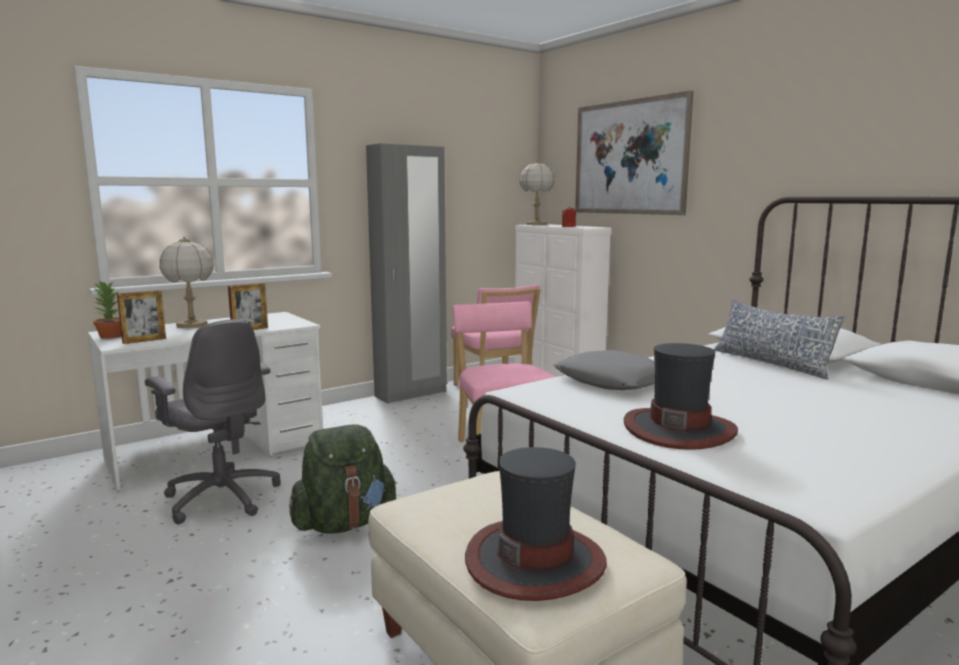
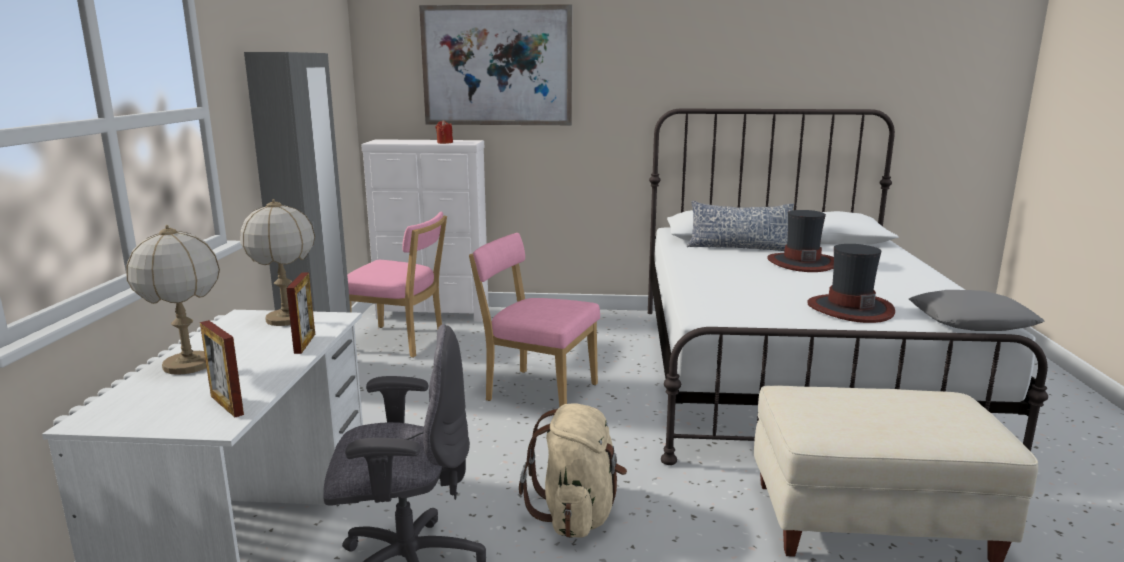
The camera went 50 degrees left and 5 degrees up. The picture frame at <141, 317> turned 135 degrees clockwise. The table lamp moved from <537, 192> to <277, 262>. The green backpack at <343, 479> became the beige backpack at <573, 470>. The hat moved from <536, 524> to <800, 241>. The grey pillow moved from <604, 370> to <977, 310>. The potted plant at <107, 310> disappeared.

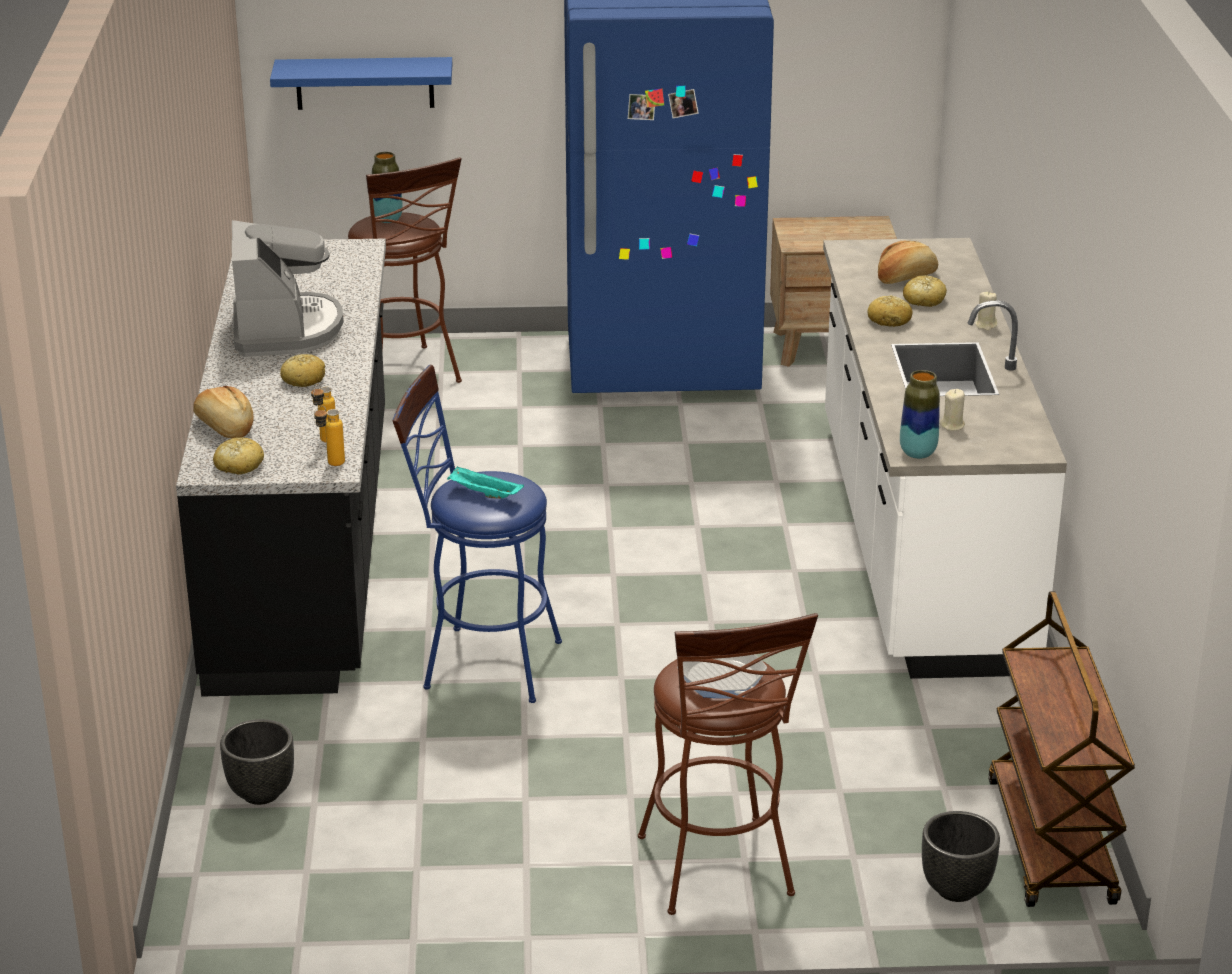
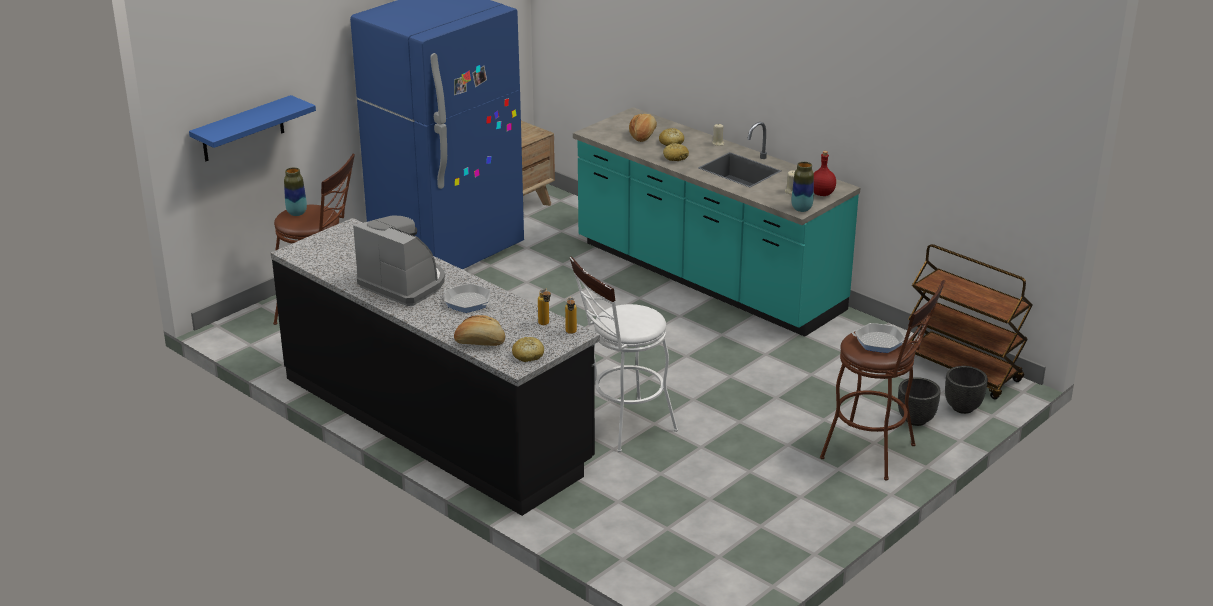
The camera went 45 degrees left and 0 degrees up. The bread at <302, 370> was replaced by the frying pan at <468, 298>. The blue stool at <477, 534> became the white stool at <624, 354>. The white counter at <945, 458> became the turquoise counter at <716, 222>. The red bottle at <825, 173> appeared. The black planter moved from <257, 762> to <919, 401>. The turquoise tray at <485, 482> disappeared.

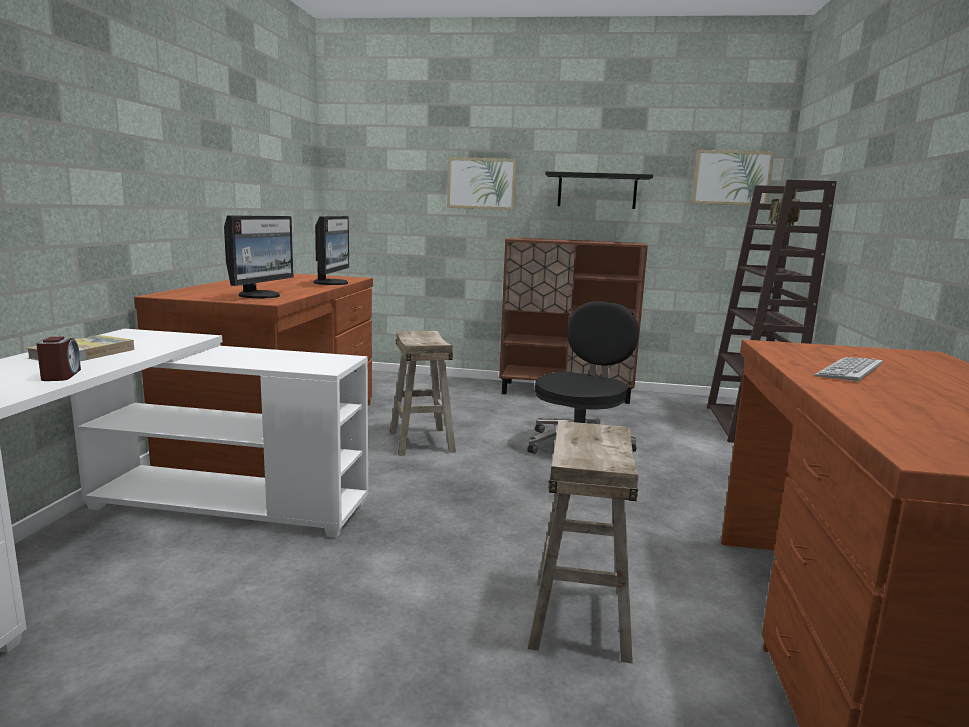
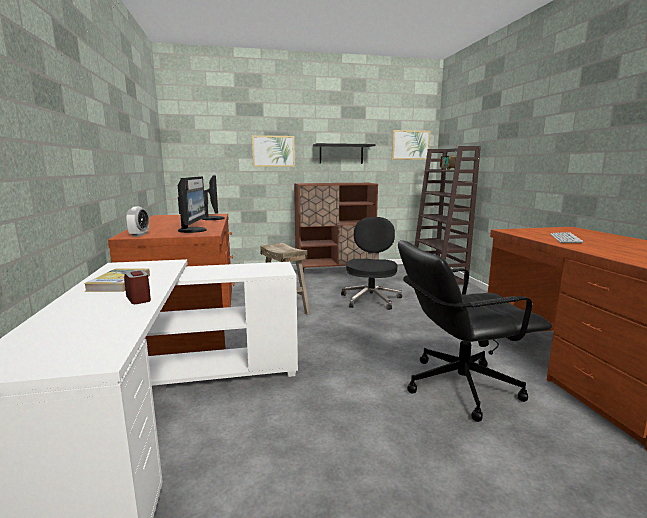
The camera went 20 degrees left and 0 degrees up. The alarm clock at <137, 221> appeared. The beige stool at <583, 542> was replaced by the black office chair at <475, 331>.

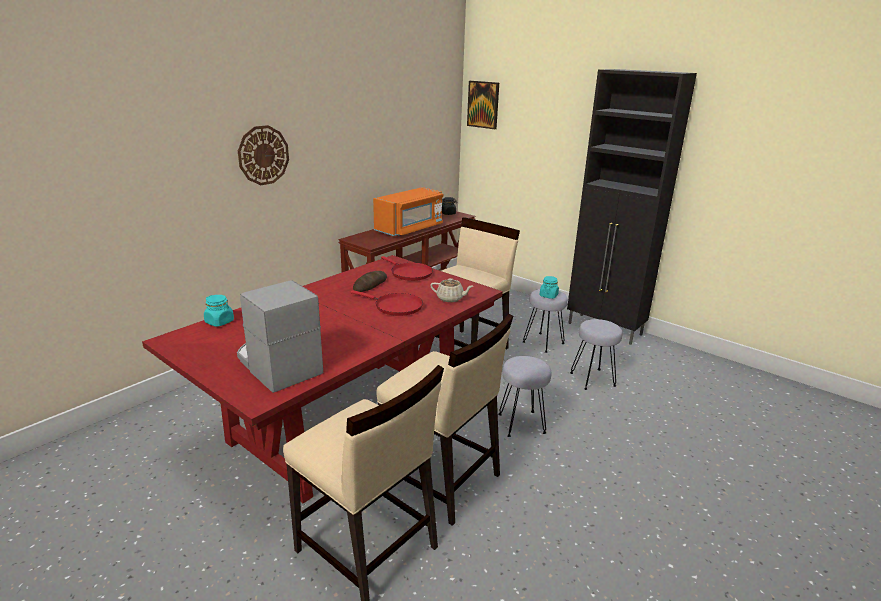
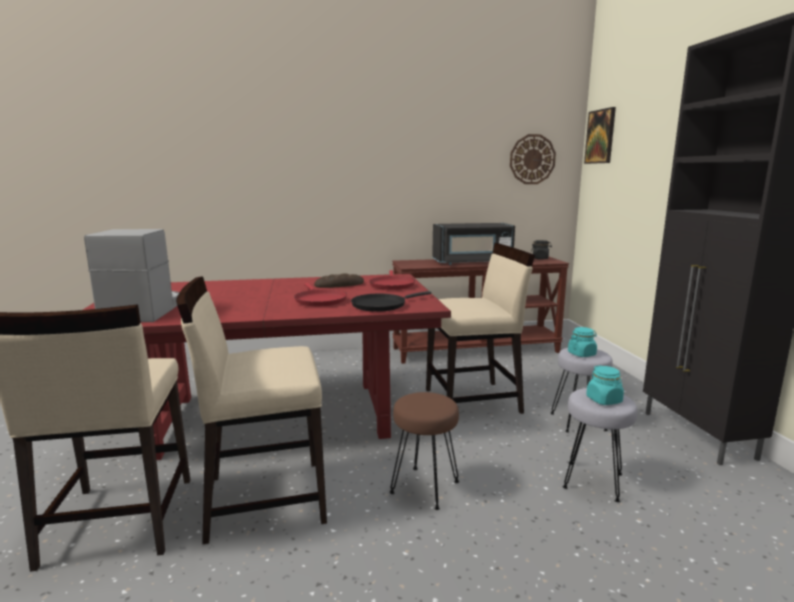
The camera went 40 degrees right and 10 degrees down. The beige chair at <444, 420> turned 90 degrees clockwise. The beige teapot at <451, 290> was replaced by the black frying pan at <391, 301>. The grey stool at <524, 396> became the brown stool at <424, 451>. The orange microwave at <408, 211> became the black microwave at <473, 244>. The wall clock moved from <263, 155> to <533, 159>. The turquoise jar moved from <219, 311> to <605, 385>.

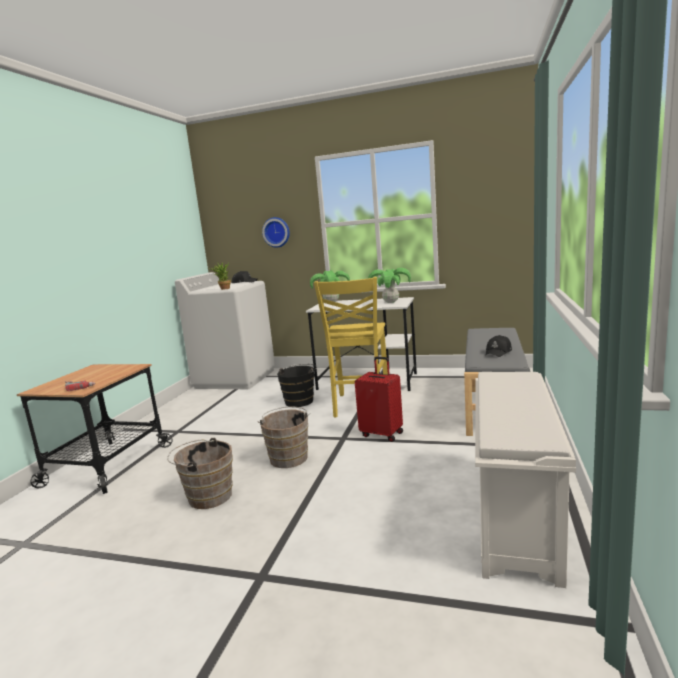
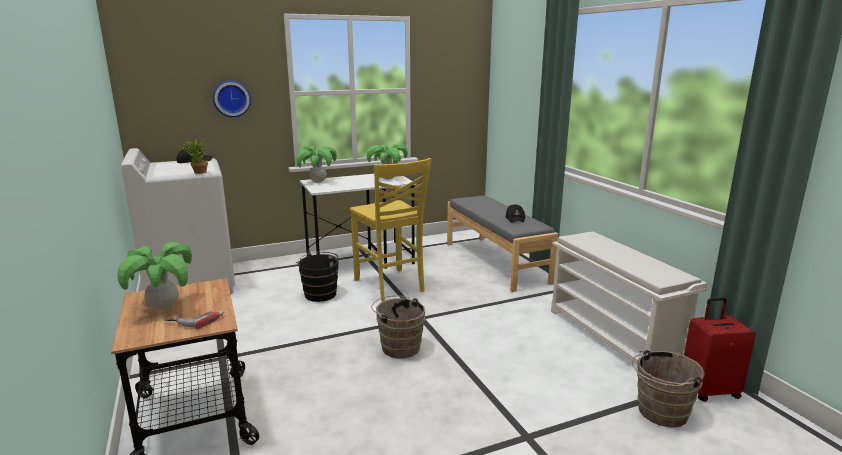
The camera went 40 degrees left and 5 degrees up. The potted plant at <154, 276> appeared. The brown bucket moved from <200, 473> to <668, 389>. The red suitcase moved from <379, 399> to <720, 349>.

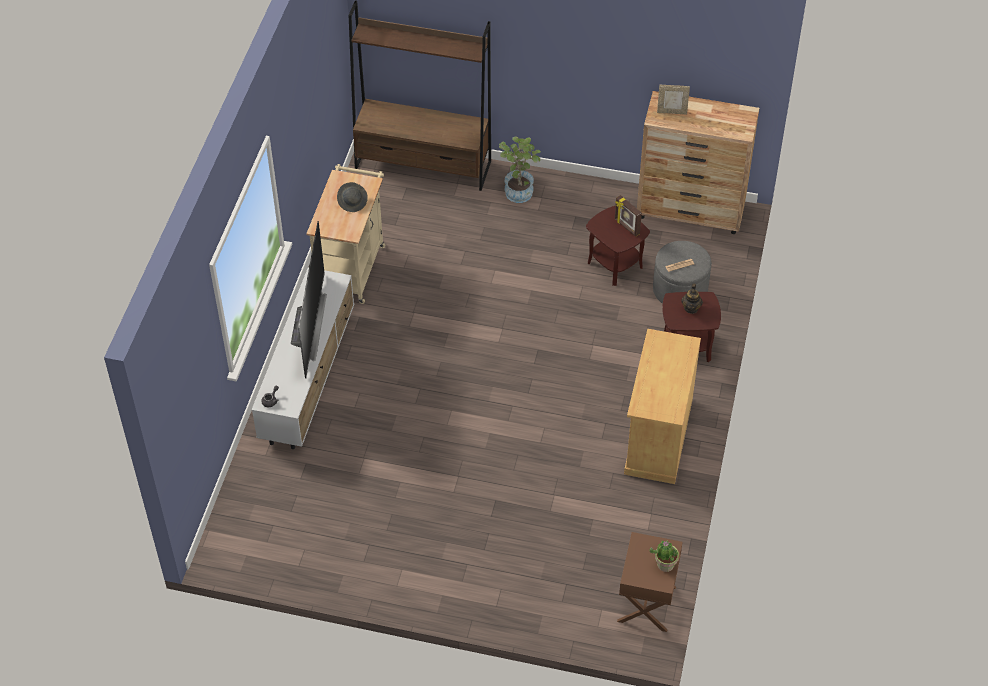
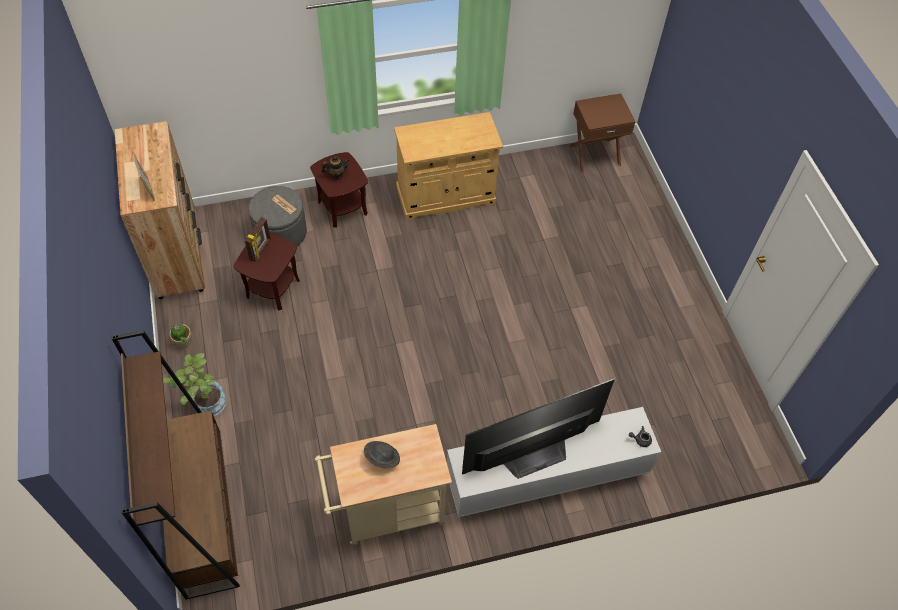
The camera went 120 degrees left and 5 degrees up. The potted plant moved from <664, 556> to <180, 336>.

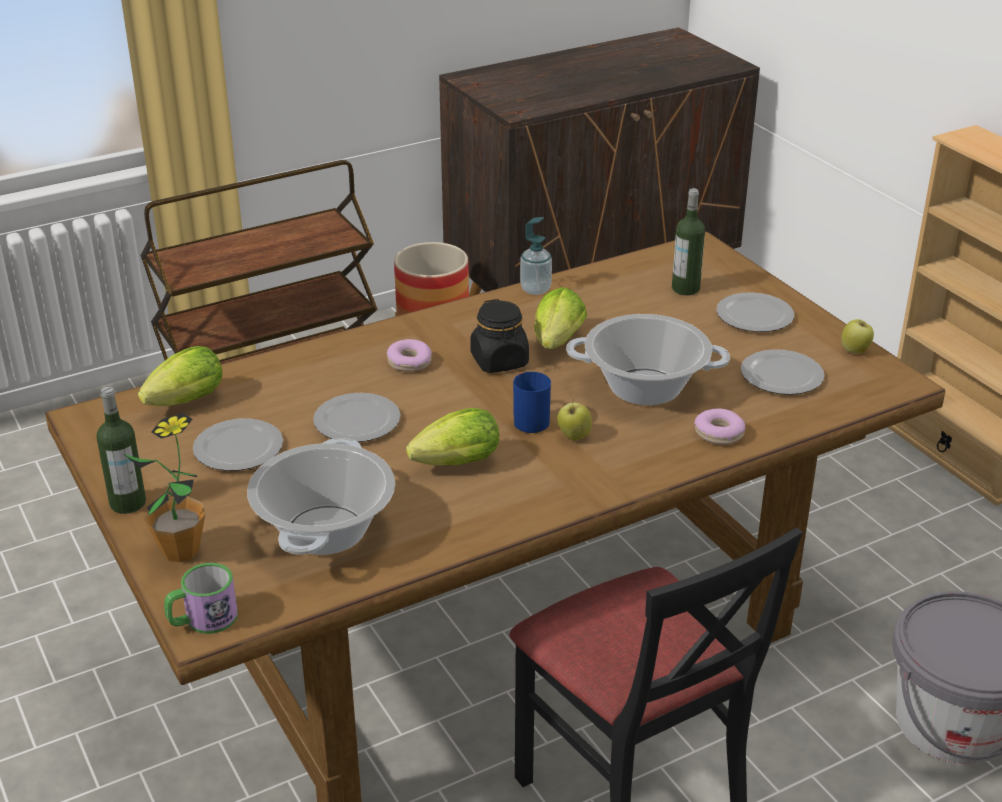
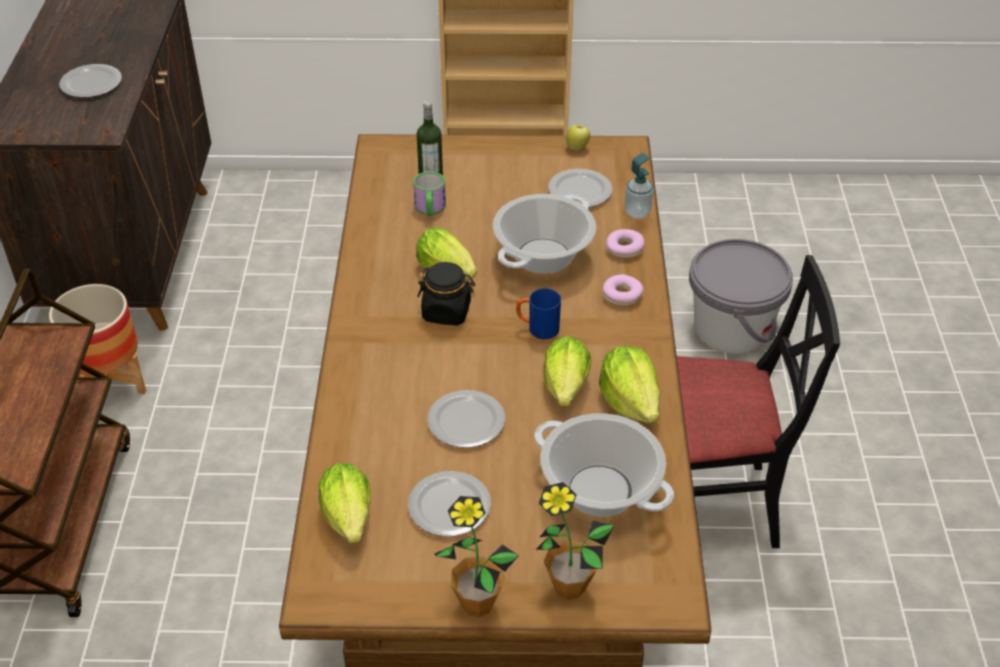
The camera went 60 degrees left and 10 degrees up. The plate moved from <755, 312> to <90, 81>. The mug moved from <201, 598> to <429, 193>. The bottle at <121, 450> was replaced by the potted plant at <476, 556>. The lettuce at <629, 384> appeared. The donut moved from <409, 355> to <623, 290>. The soap dispenser moved from <536, 256> to <638, 186>. The apple at <574, 420> disappeared.

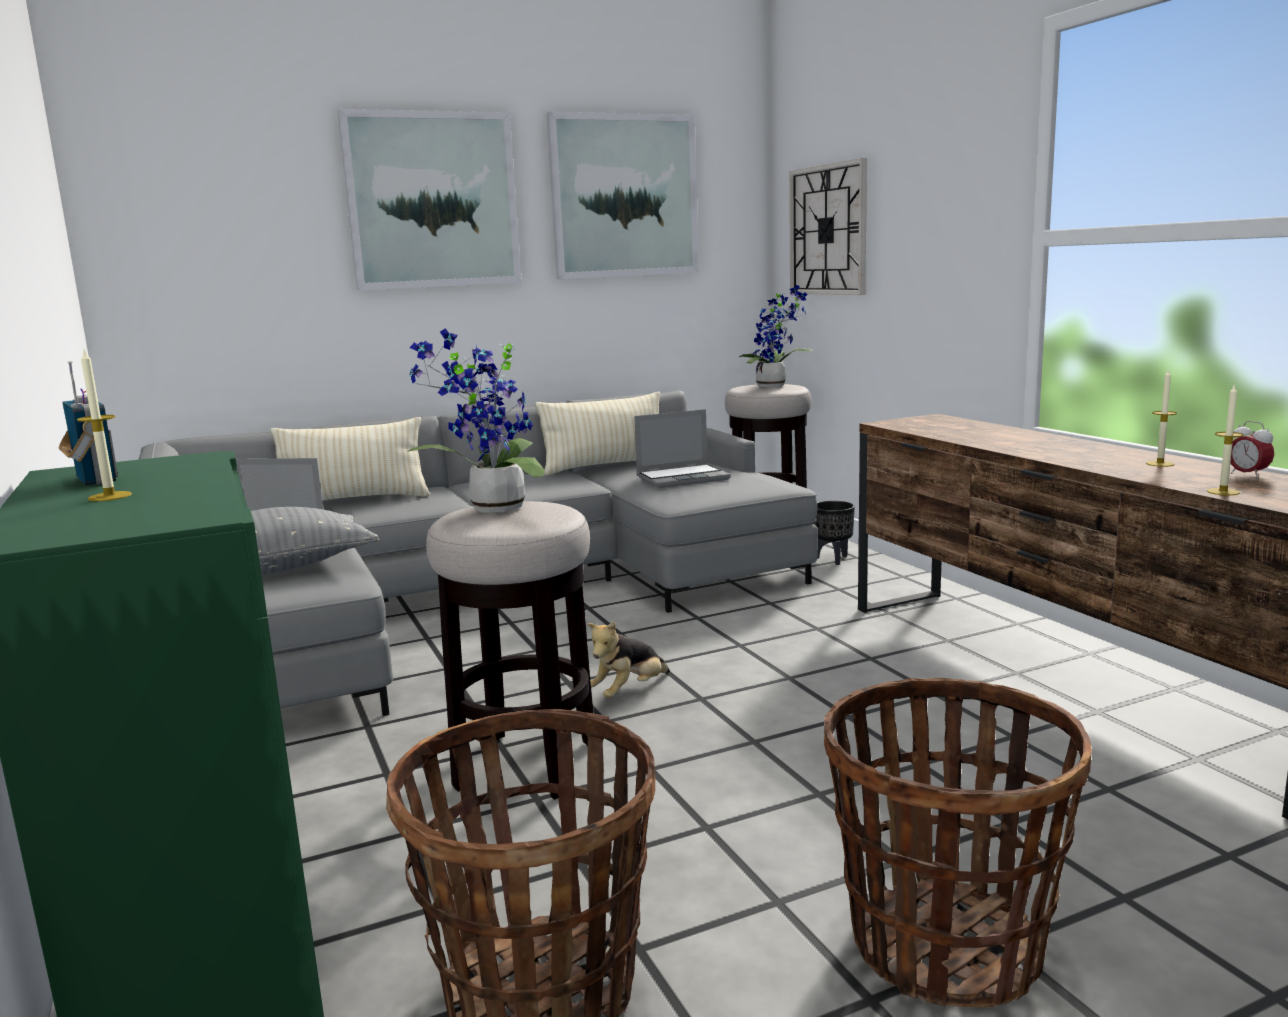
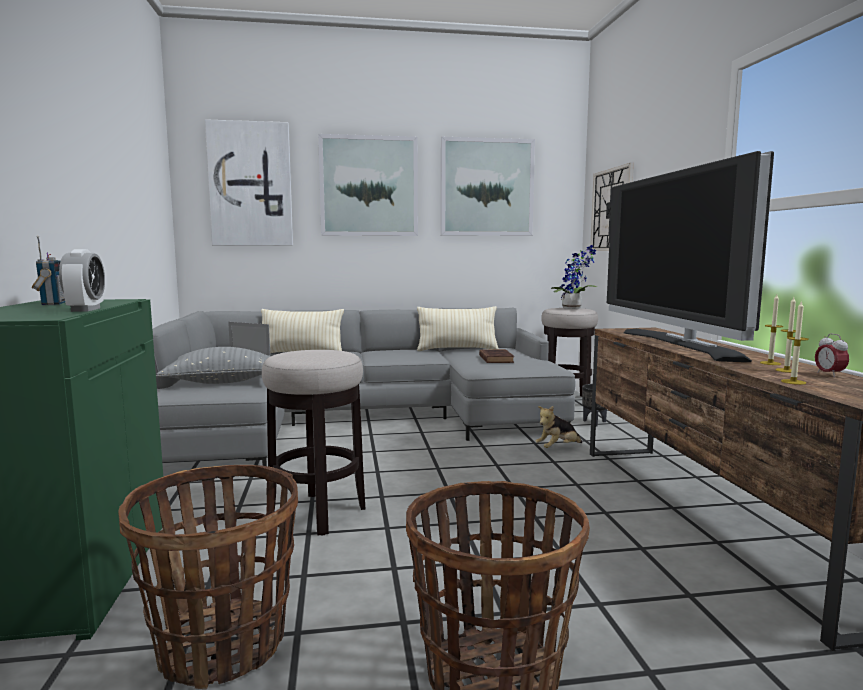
The camera went 15 degrees right and 5 degrees down. The alarm clock at <82, 280> appeared. The picture at <249, 182> appeared. The laptop at <682, 448> was replaced by the brown book at <496, 356>. The plush toy moved from <628, 659> to <558, 427>. The television at <690, 256> appeared. The candle moved from <104, 425> to <785, 335>. The potted plant at <476, 420> disappeared.

